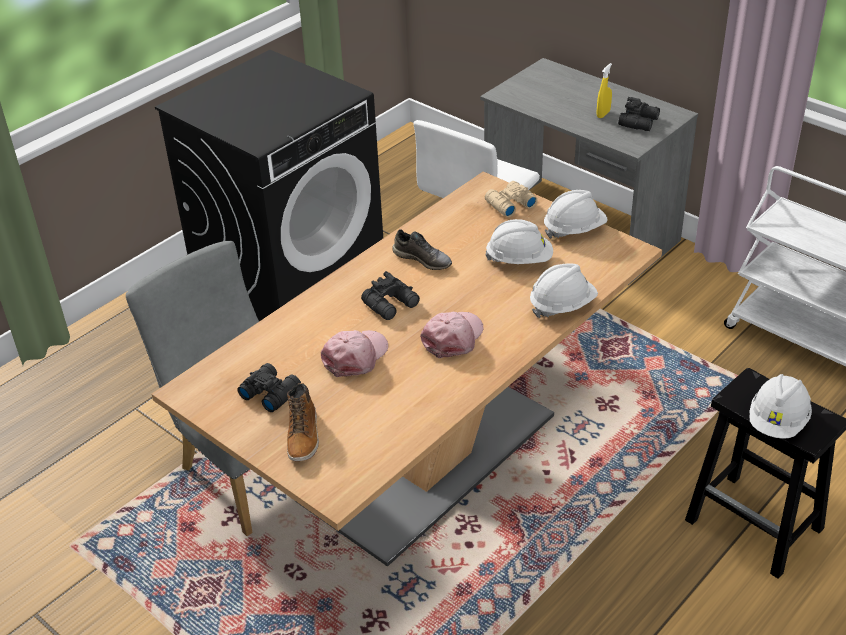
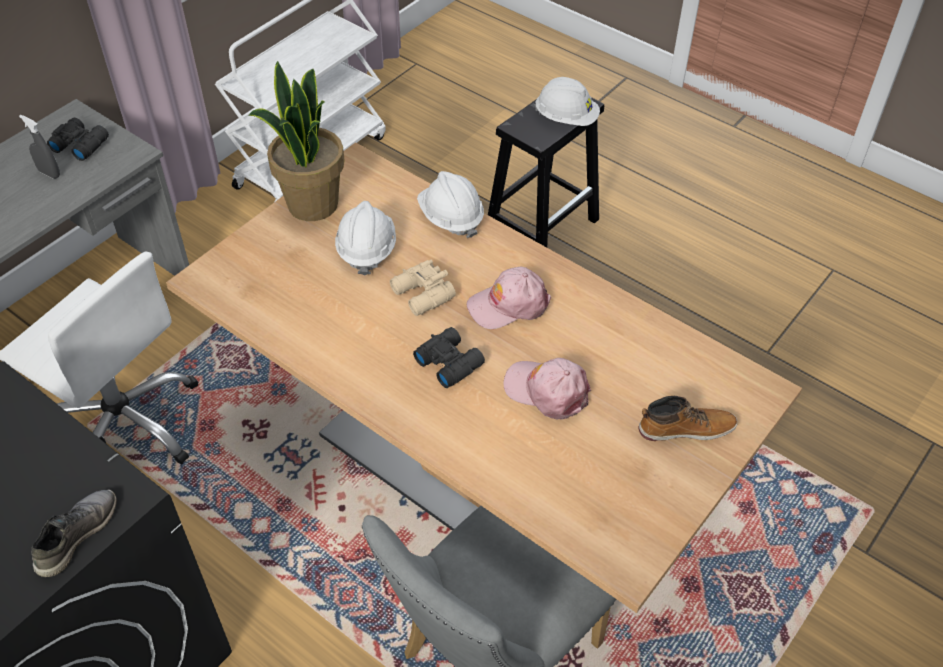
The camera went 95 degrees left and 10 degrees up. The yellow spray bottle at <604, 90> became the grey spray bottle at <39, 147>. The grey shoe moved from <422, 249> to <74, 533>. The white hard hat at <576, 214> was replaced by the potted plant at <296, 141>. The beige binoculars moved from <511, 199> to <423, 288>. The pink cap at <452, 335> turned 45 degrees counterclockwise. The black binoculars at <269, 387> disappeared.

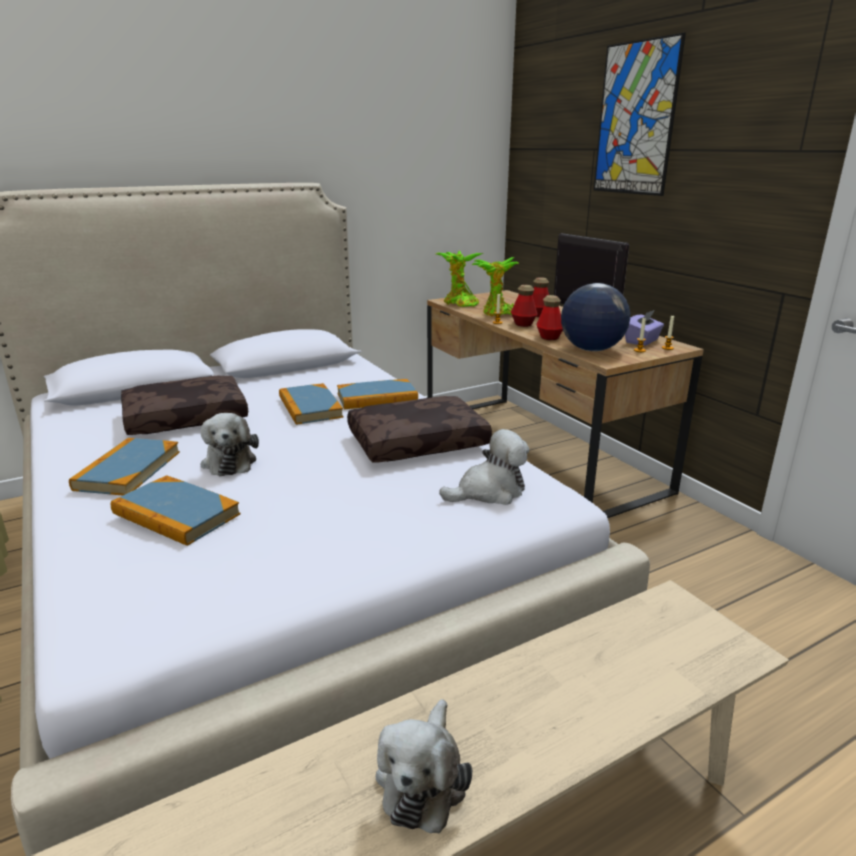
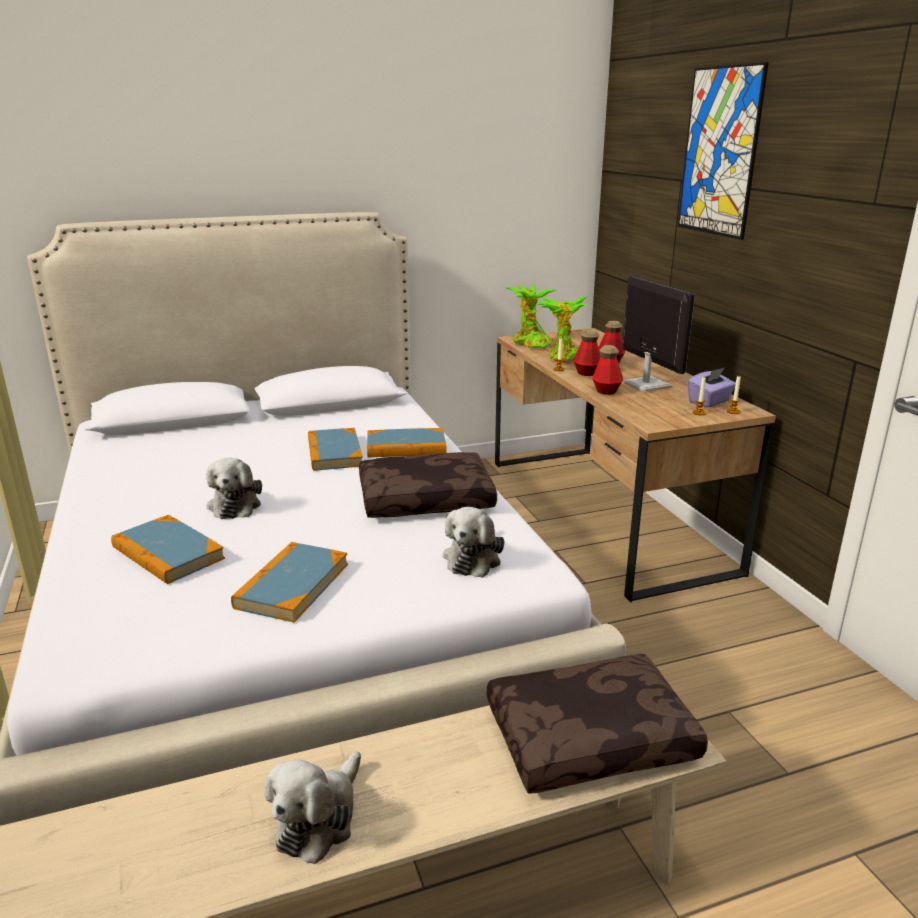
The camera went 10 degrees right and 0 degrees up. The book moved from <124, 467> to <289, 582>. The plush toy at <484, 467> turned 120 degrees clockwise. The brown pillow moved from <184, 405> to <597, 724>. The globe at <595, 317> disappeared.

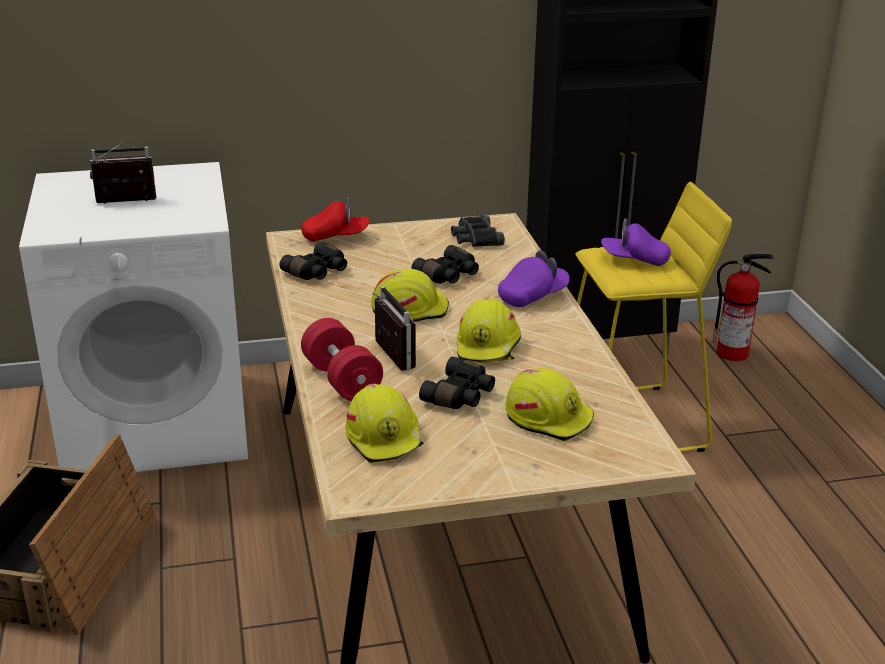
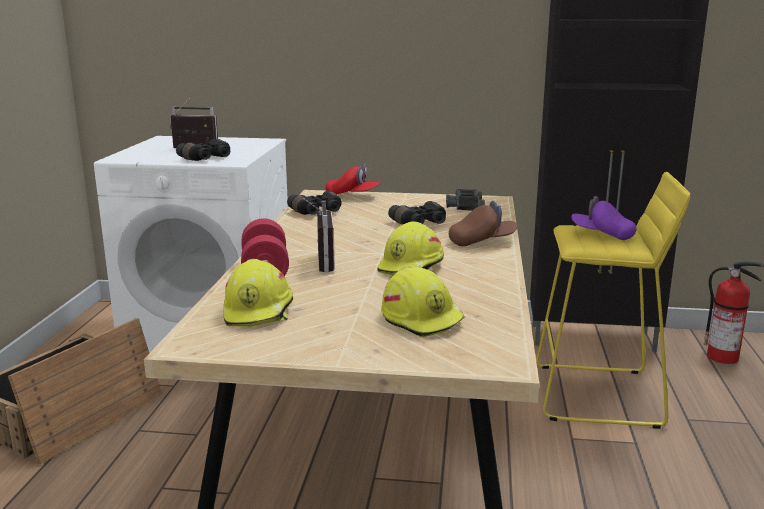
The camera went 20 degrees right and 10 degrees down. The black binoculars moved from <457, 382> to <203, 150>. The purple cap at <534, 278> became the brown cap at <483, 223>. The yellow hard hat at <410, 295> disappeared.

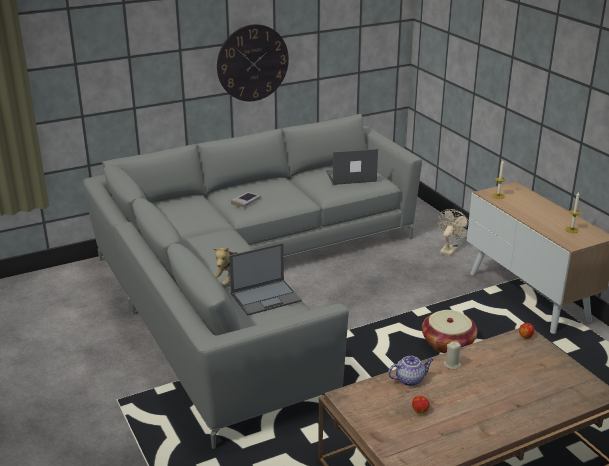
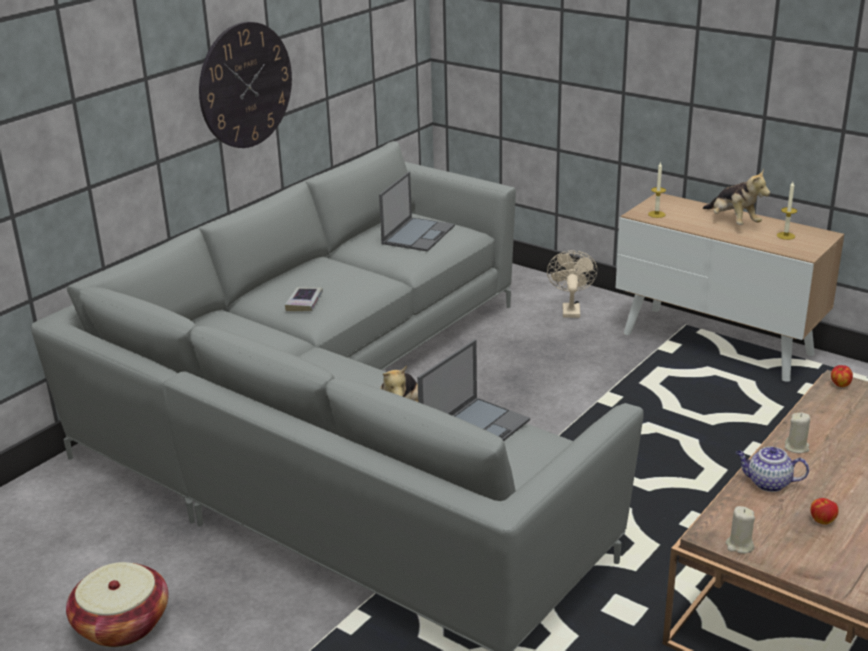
The camera went 25 degrees left and 0 degrees up. The basket moved from <450, 331> to <117, 604>. The laptop at <352, 167> turned 150 degrees clockwise. The plush toy at <736, 197> appeared. The beige candle at <740, 530> appeared. The teapot at <410, 371> turned 120 degrees counterclockwise.

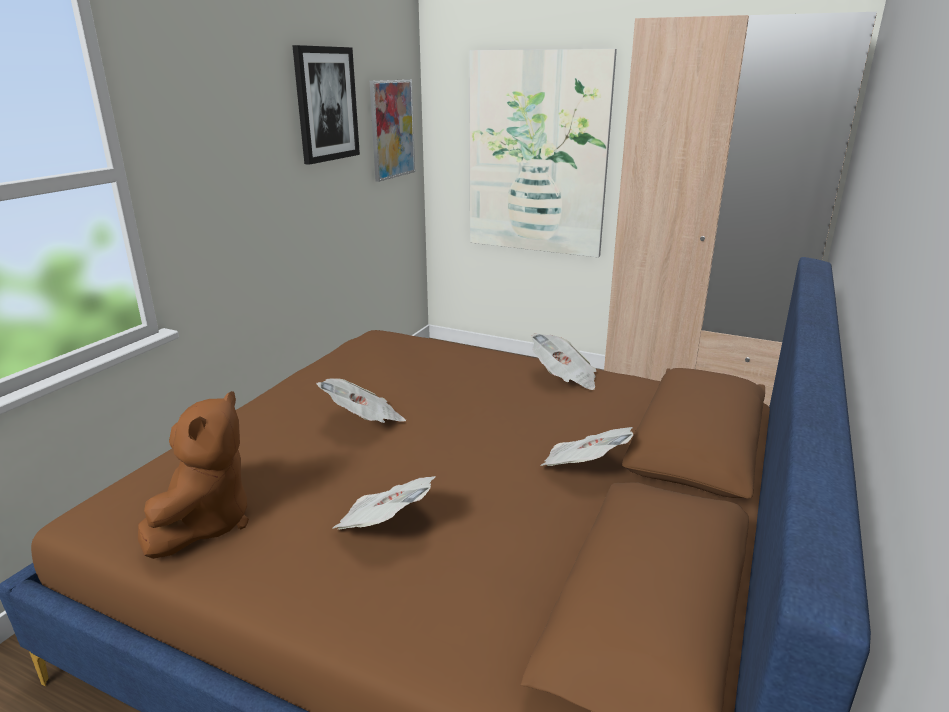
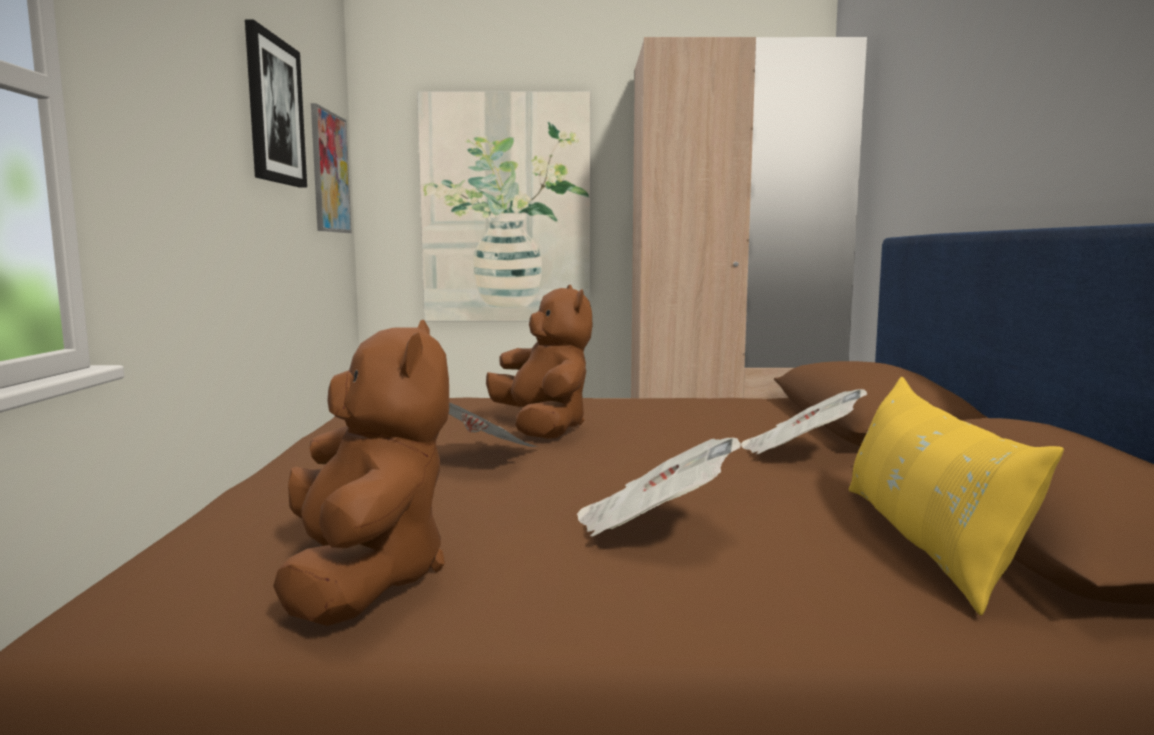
The camera went 25 degrees left and 15 degrees down. The brown plush toy at <539, 362> appeared. The yellow pillow at <956, 496> appeared. The newspaper at <564, 361> disappeared.

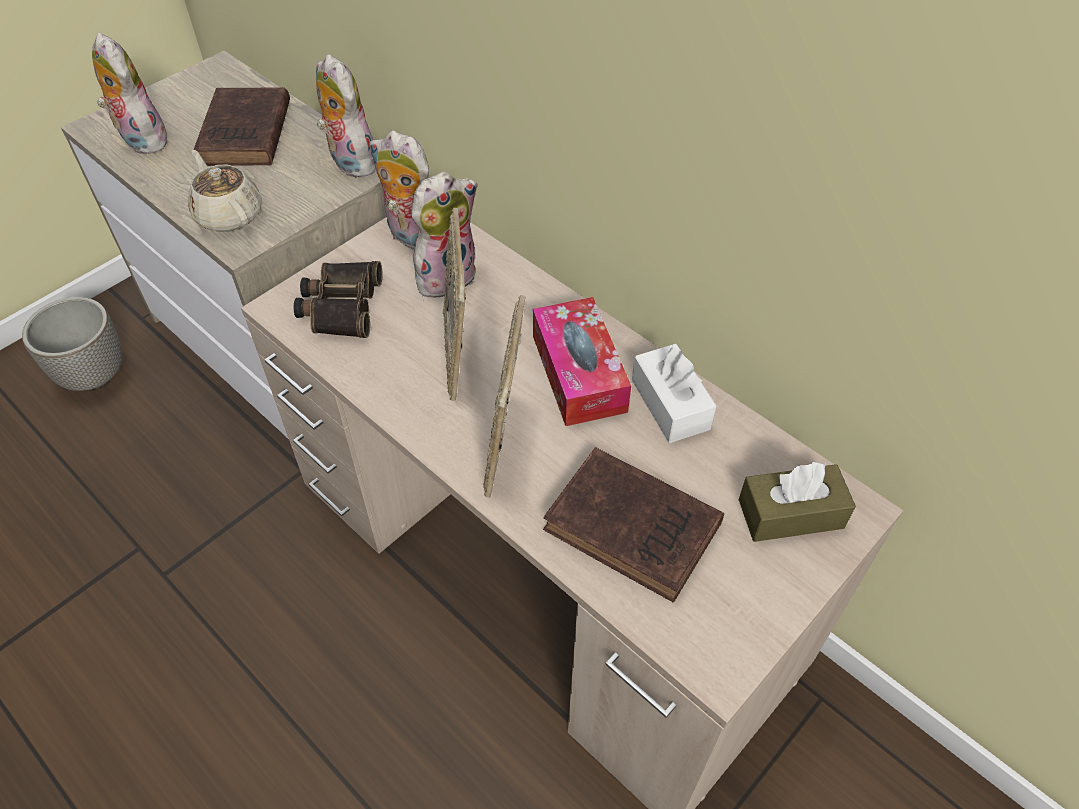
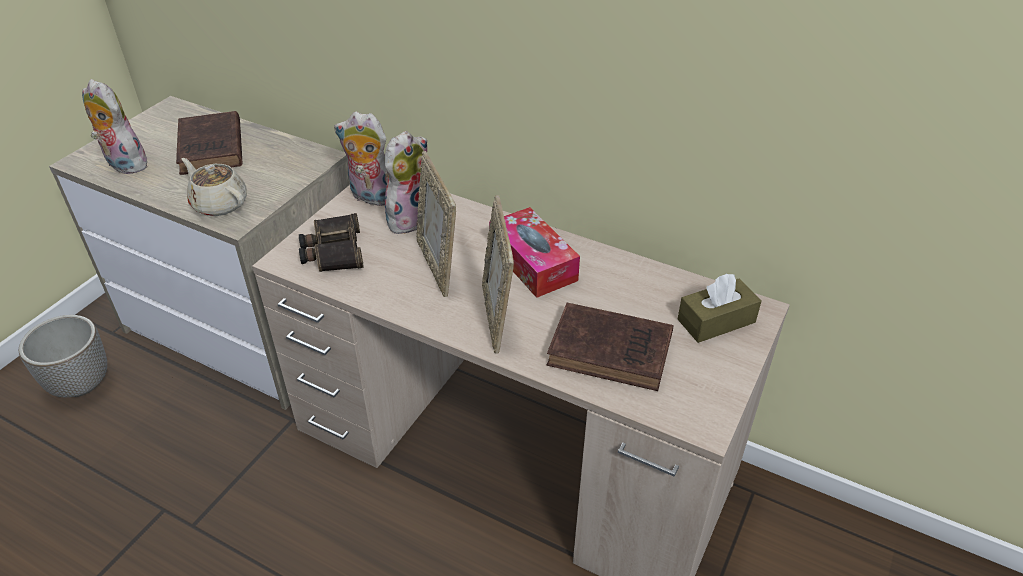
The camera went 15 degrees left and 10 degrees down. The plush toy at <346, 116> disappeared. The white tissue box at <674, 393> disappeared.

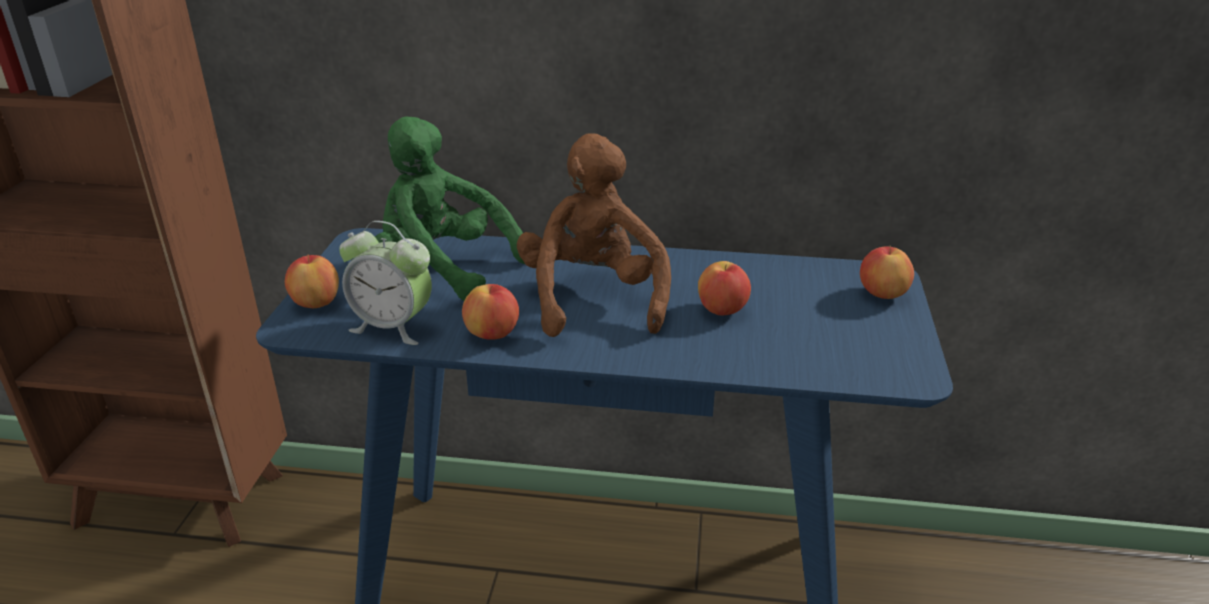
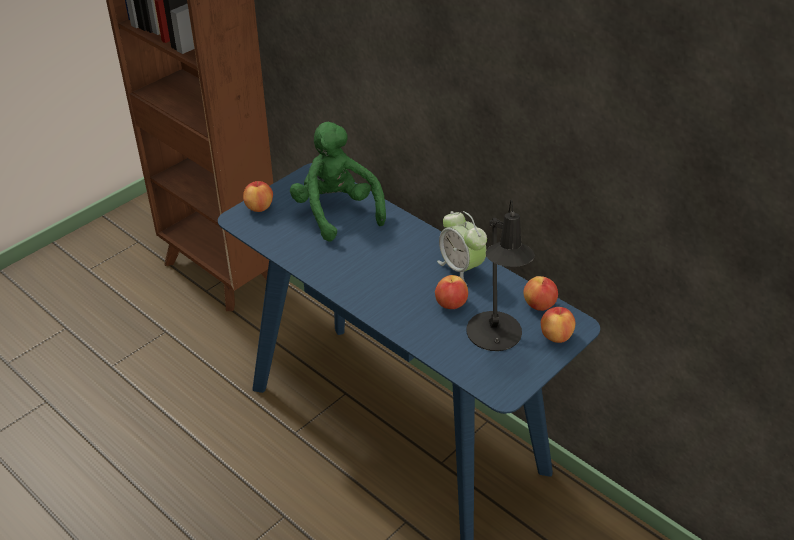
The camera went 35 degrees right and 10 degrees up. The alarm clock moved from <385, 283> to <462, 248>. The black table lamp at <501, 275> appeared. The apple moved from <490, 312> to <540, 293>. The brown plush toy at <594, 235> disappeared.

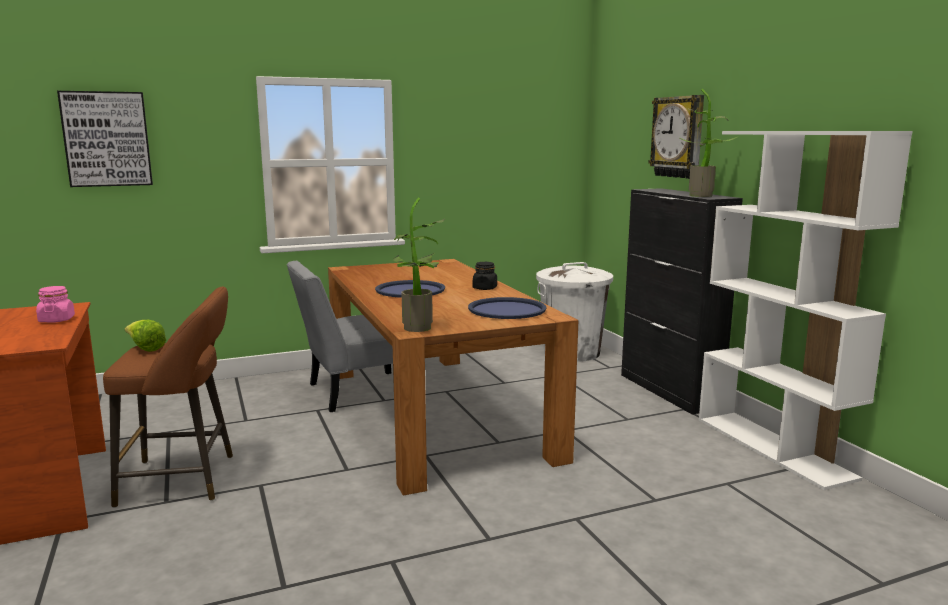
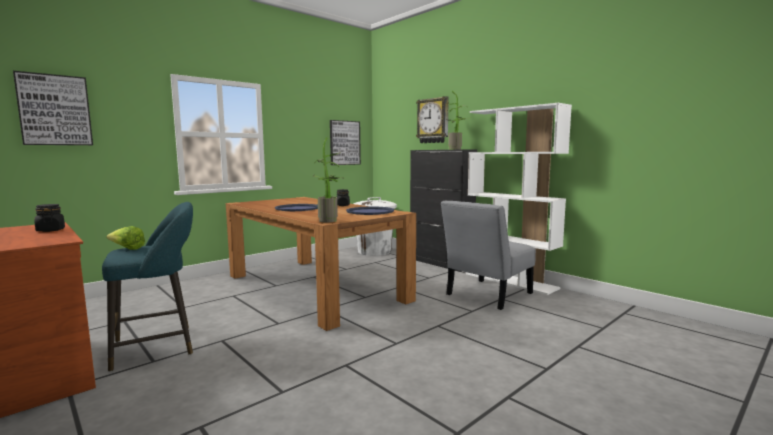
The camera went 20 degrees left and 5 degrees down. The pink jar at <55, 304> became the black jar at <49, 218>. The brown stool at <168, 397> became the turquoise stool at <147, 287>. The picture at <345, 142> appeared. The grey chair moved from <340, 336> to <488, 255>.

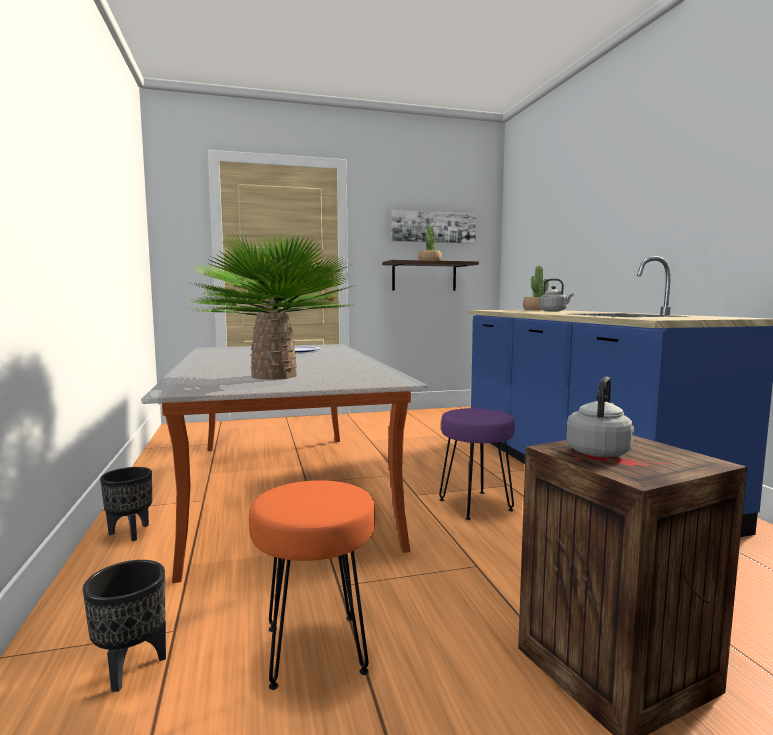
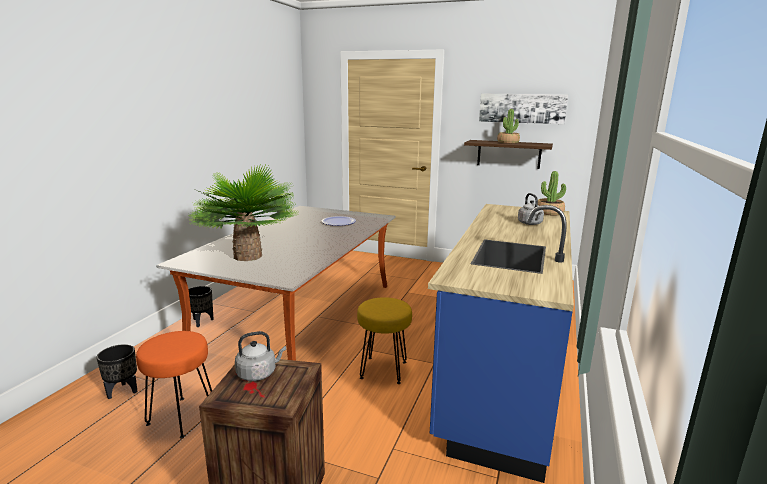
The camera went 35 degrees right and 10 degrees up. The purple stool at <477, 464> became the yellow stool at <384, 340>.

